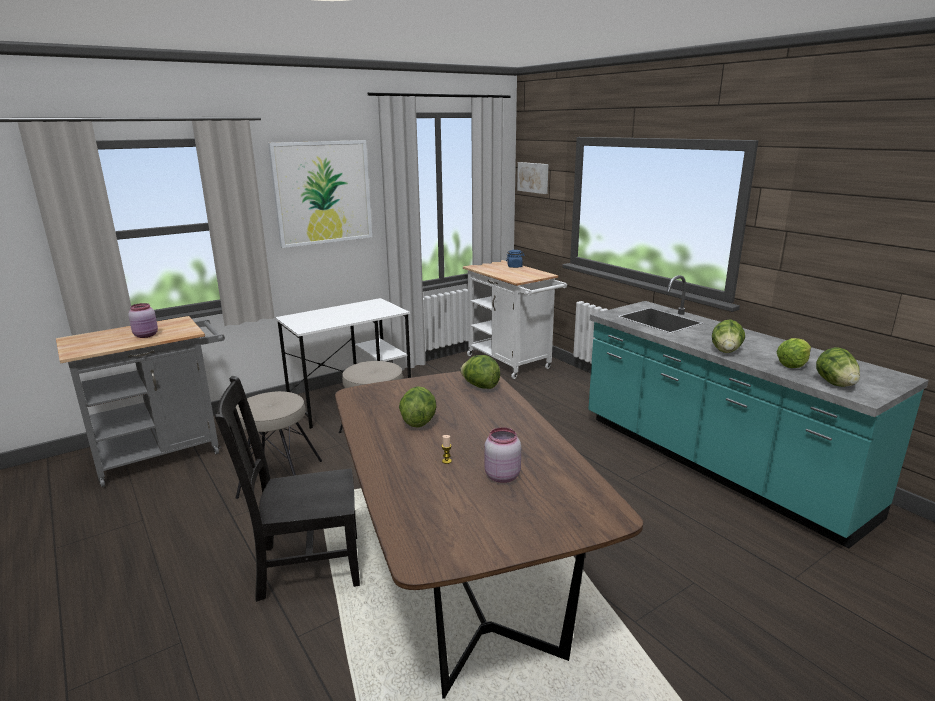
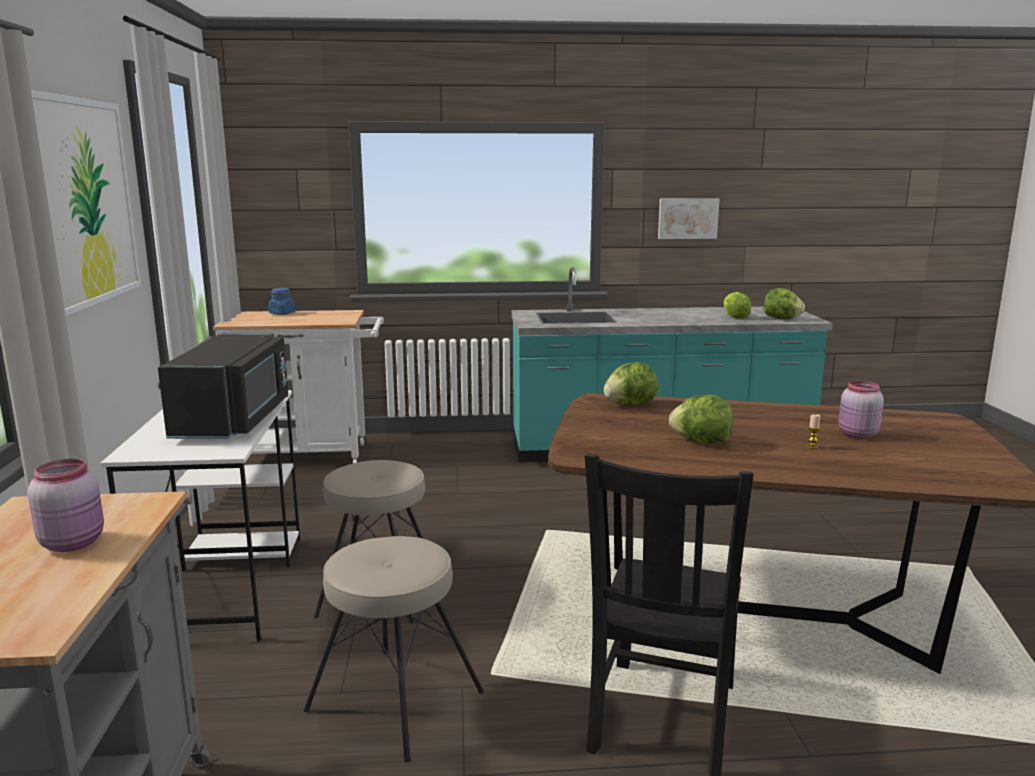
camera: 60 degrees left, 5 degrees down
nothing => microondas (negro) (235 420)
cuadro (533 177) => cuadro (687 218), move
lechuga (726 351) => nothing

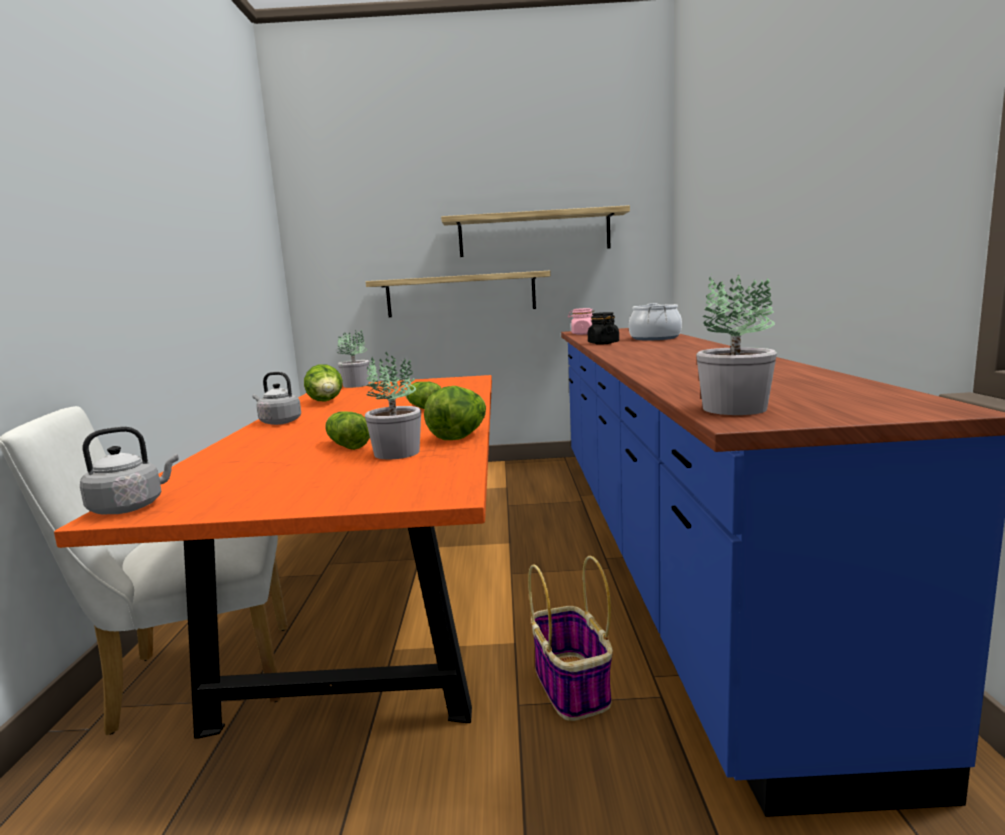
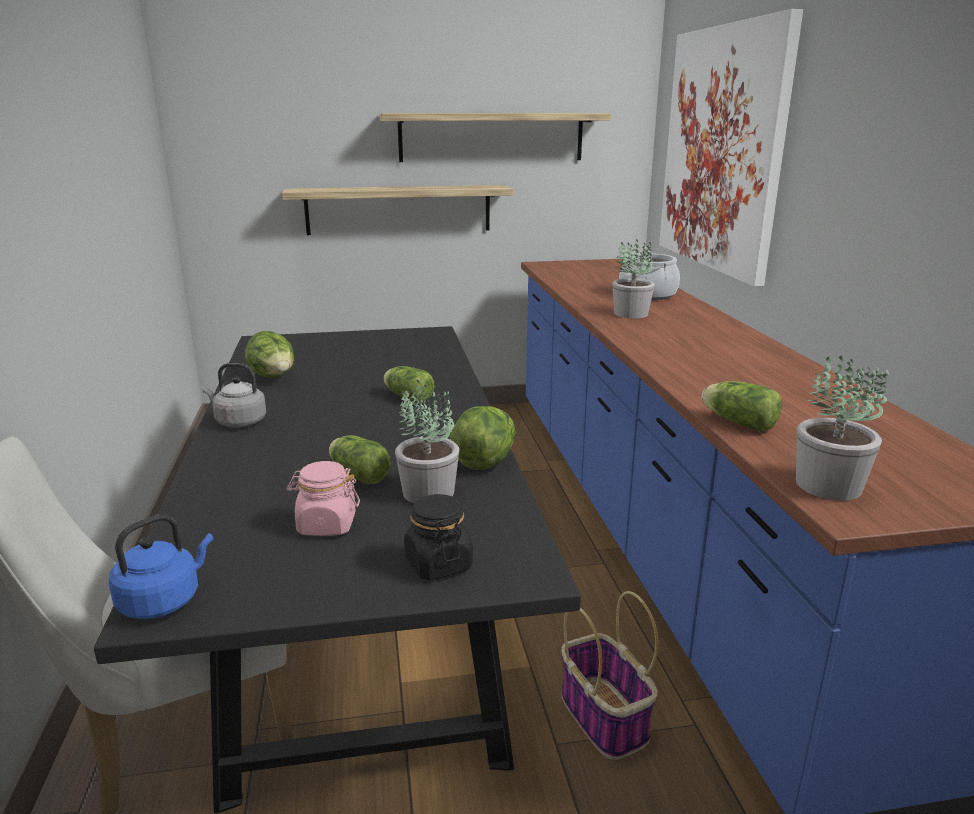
camera: 10 degrees left, 10 degrees up
mesa de comedor (naranja) (384 589) => mesa de comedor (negro) (362 600)
hervidor (gris) (131 507) => hervidor (azul) (164 600)
tarro (rosa) (582 334) => tarro (rosa) (326 525), move
tarro (negro) (603 343) => tarro (negro) (438 564), move
planta en maceta (356 385) => planta en maceta (631 313), move
nothing => cuadro (722 150)
nothing => lechuga (736 422)

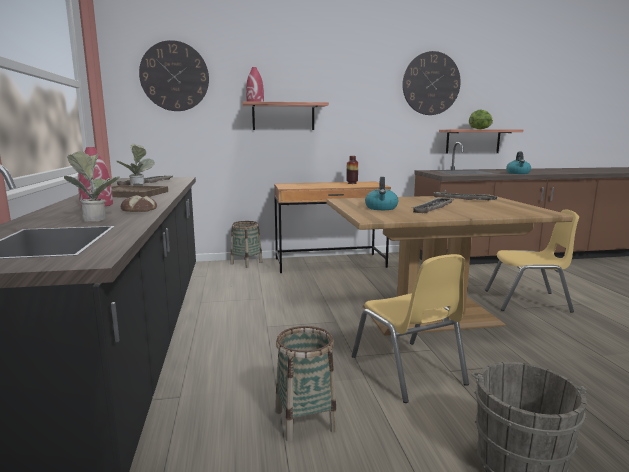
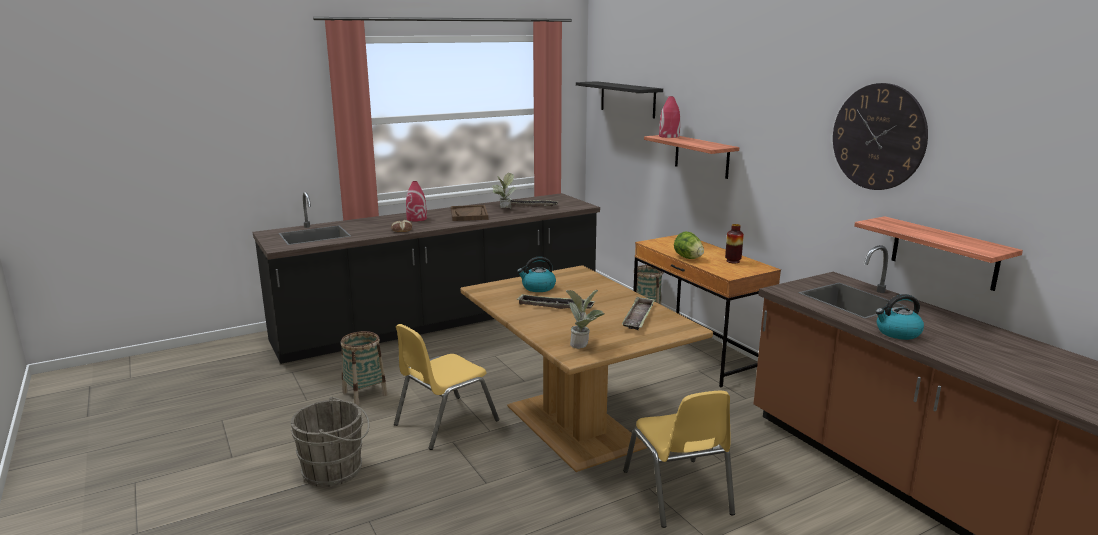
camera: 70 degrees right, 5 degrees up
planta en maceta (96 219) => planta en maceta (583 344), move
reloj de pared (174 76) => estante (negro) (627 99)
lechuga (480 129) => lechuga (688 258), move

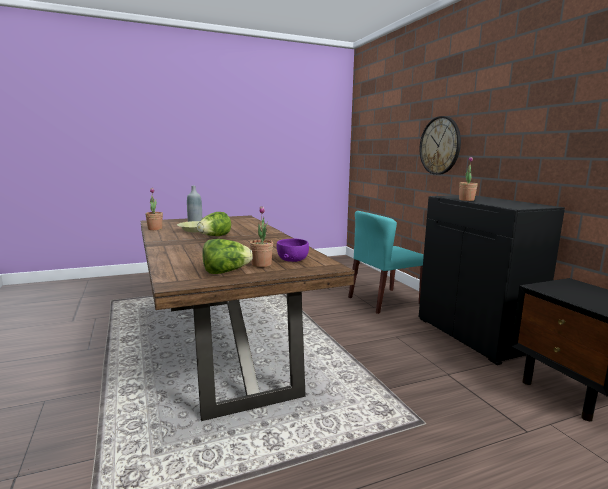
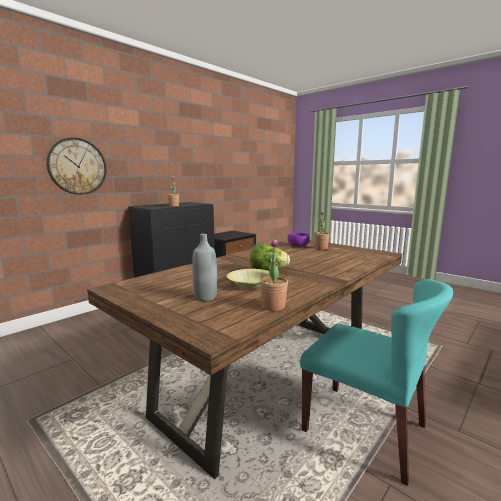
camera: 115 degrees left, 0 degrees up
silla (turquesa) (384 300) => silla (turquesa) (365 428), move
lechuga (225 272) => nothing

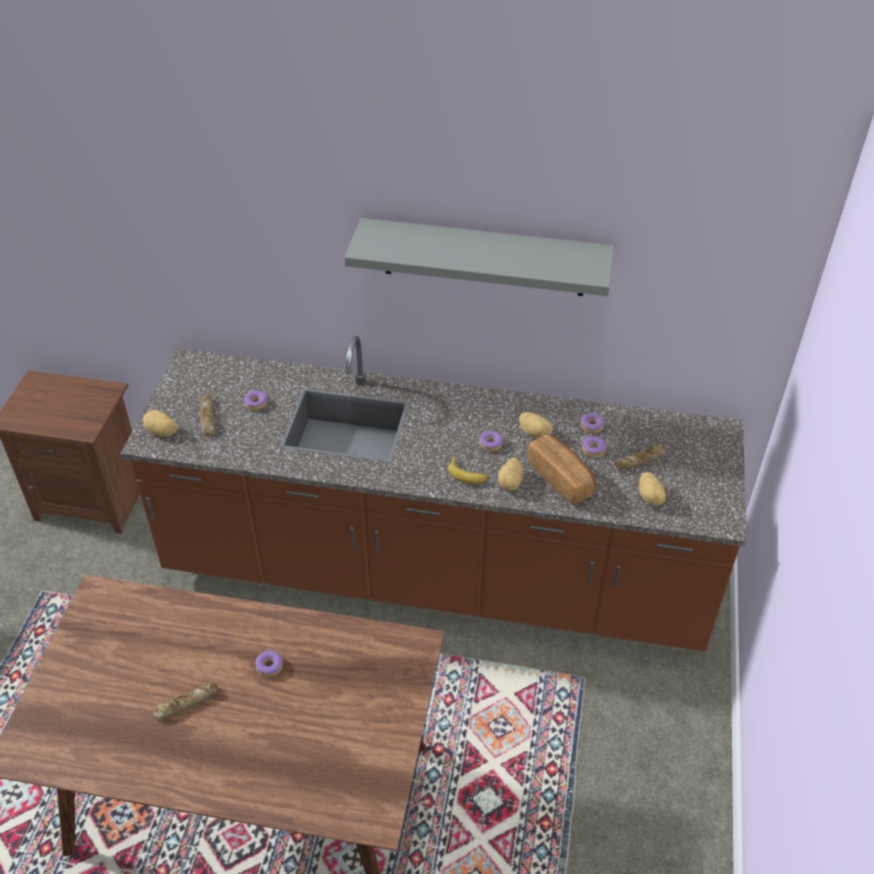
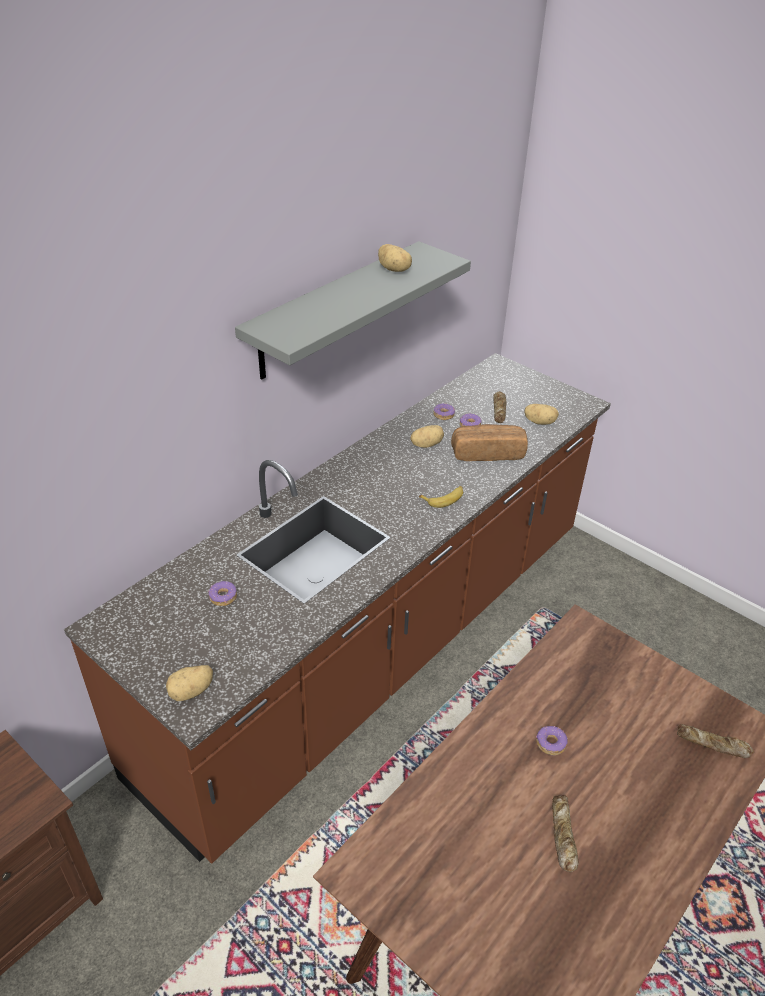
camera: 60 degrees left, 5 degrees down
patata (511 482) => patata (394 269), move
pan (207 418) => pan (713 745), move
rosquilla (490 444) => nothing

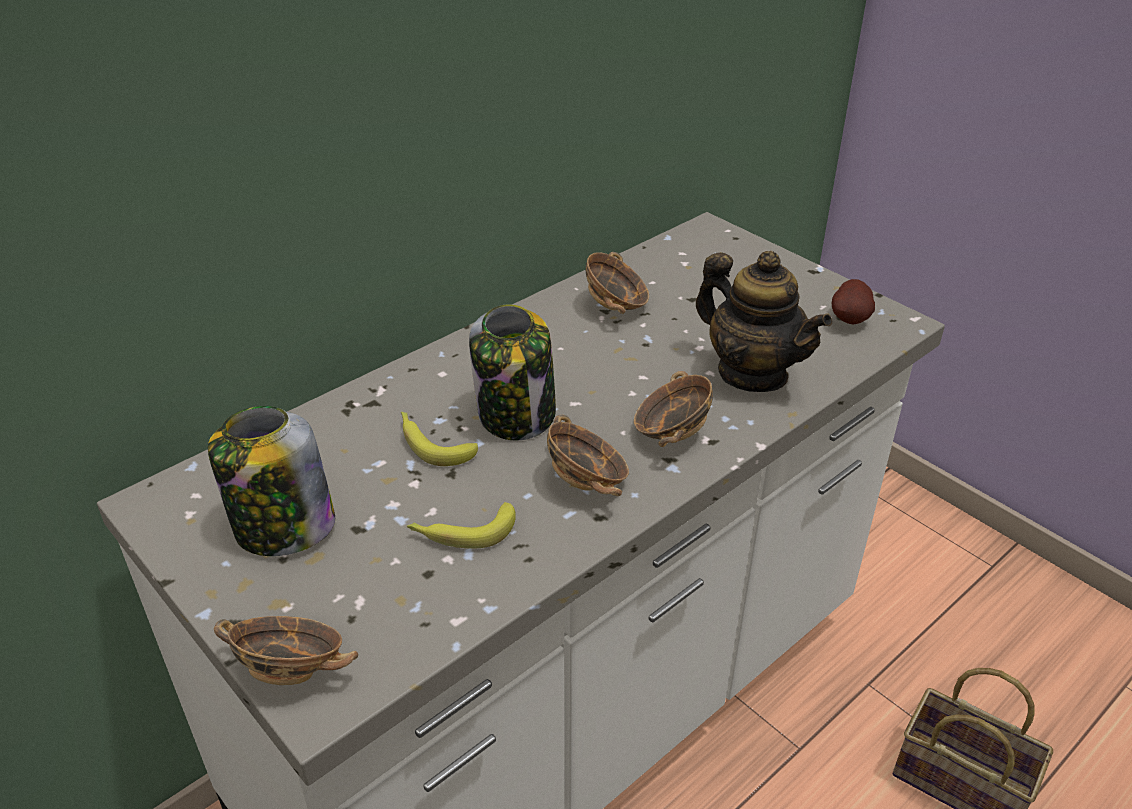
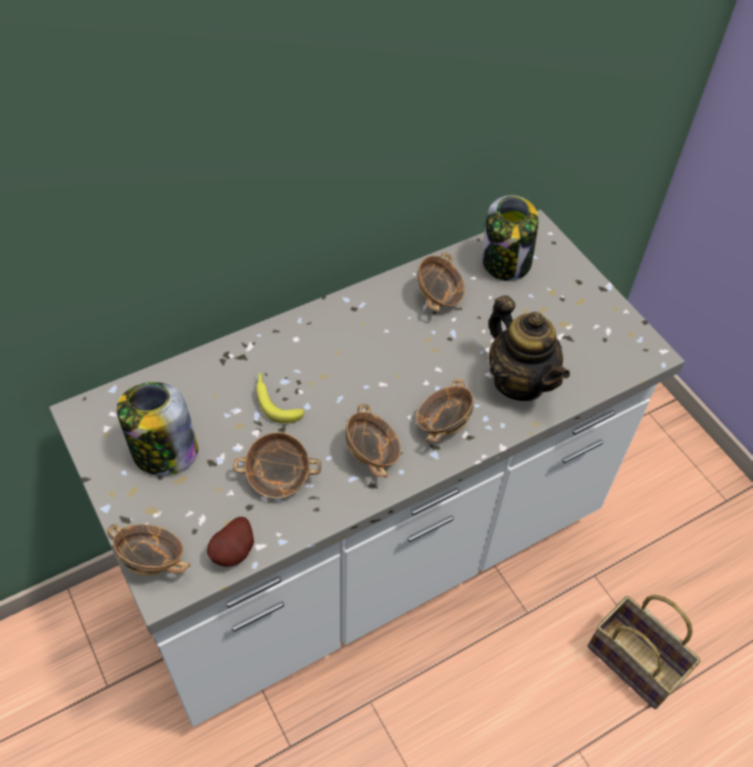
camera: 10 degrees right, 15 degrees up
patata (851 320) => patata (235 552), move
plátano (462 532) => cuenco (278 479)
tarro (517 414) => tarro (506 262), move

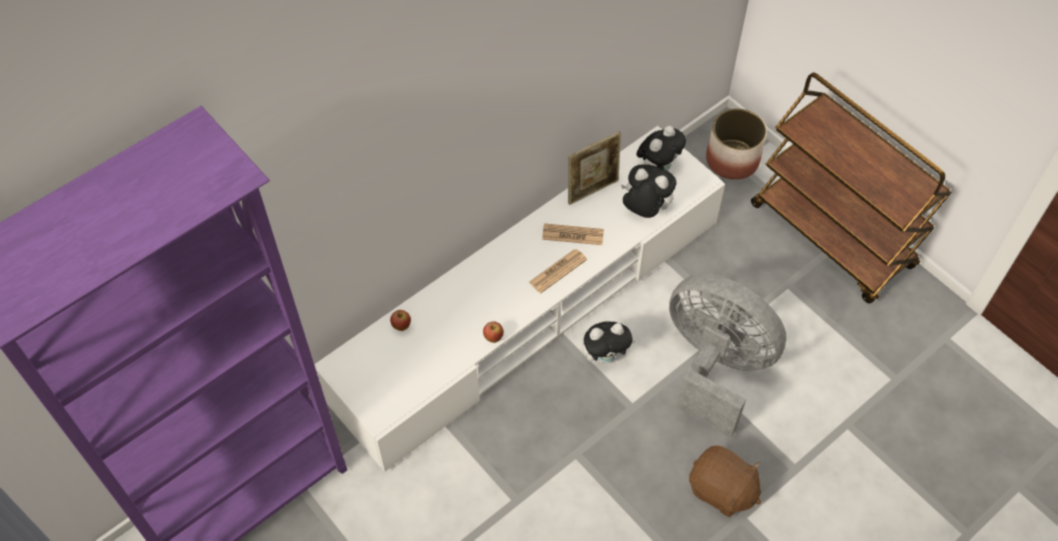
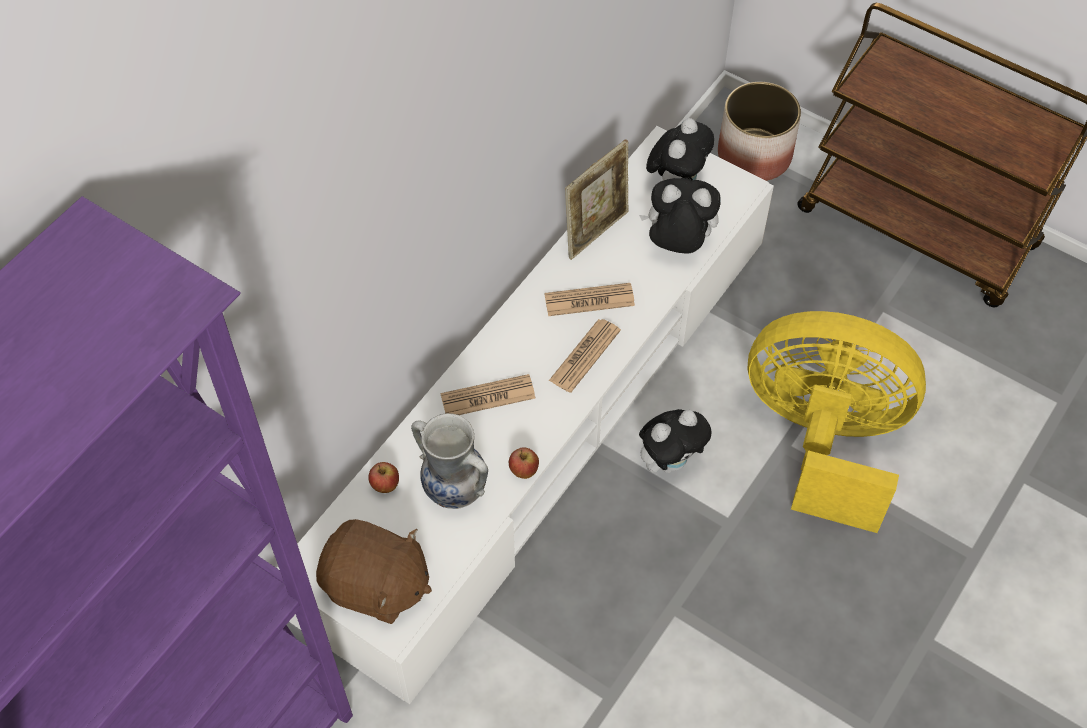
camera: 15 degrees left, 0 degrees up
peluche (marrón) (721 490) => peluche (marrón) (376 586), move
nothing => florero (454 491)
nothing => periódico (488 397)
ventilador (gris) (714 367) => ventilador (amarillo) (822 441)

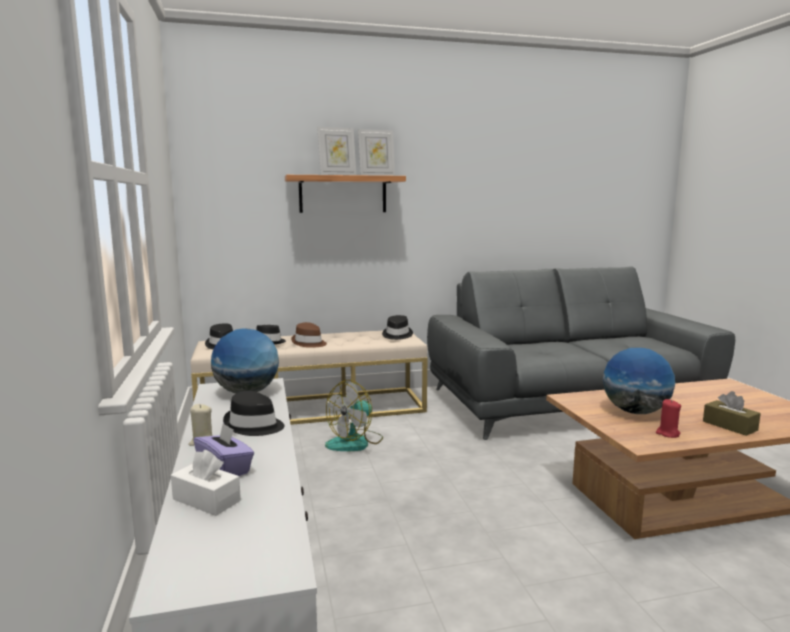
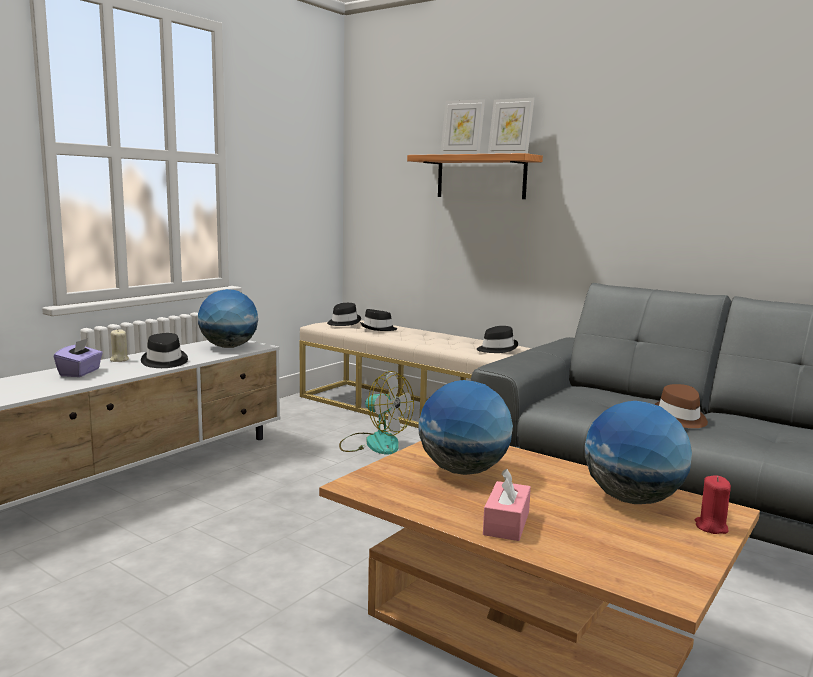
camera: 50 degrees right, 0 degrees up
ventilador (355 442) => ventilador (374 443), 150 degrees counterclockwise
caja de pañuelos (marrón) (729 426) => caja de pañuelos (rosa) (506 523)
nothing => globo terráqueo (632 499)
sombrero (marrón) (309 343) => sombrero (marrón) (679 418), move
vela (rojo) (667 433) => vela (rojo) (711 527), move
caja de pañuelos (blanco) (206 500) => nothing

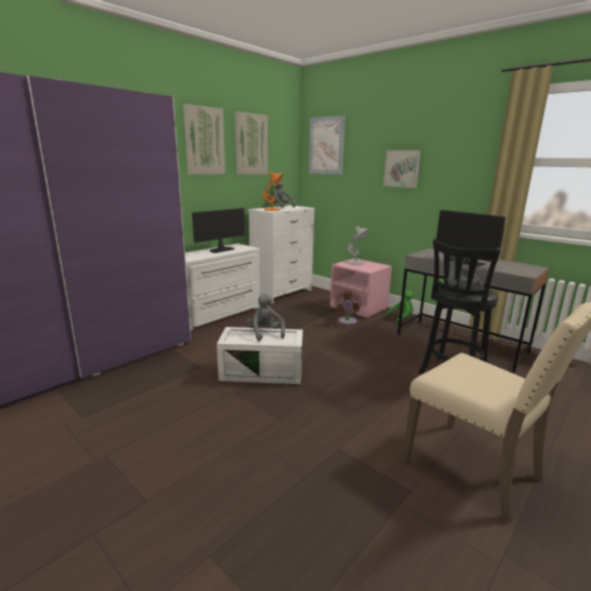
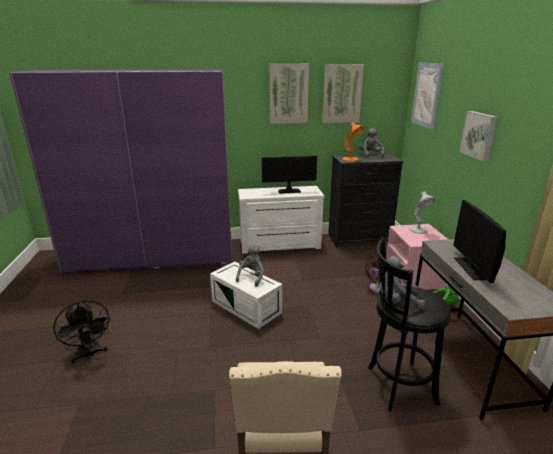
camera: 40 degrees right, 5 degrees up
nothing => ventilador (negro) (89 354)
cómoda (blanco) (282 293) => cómoda (negro) (359 239)

